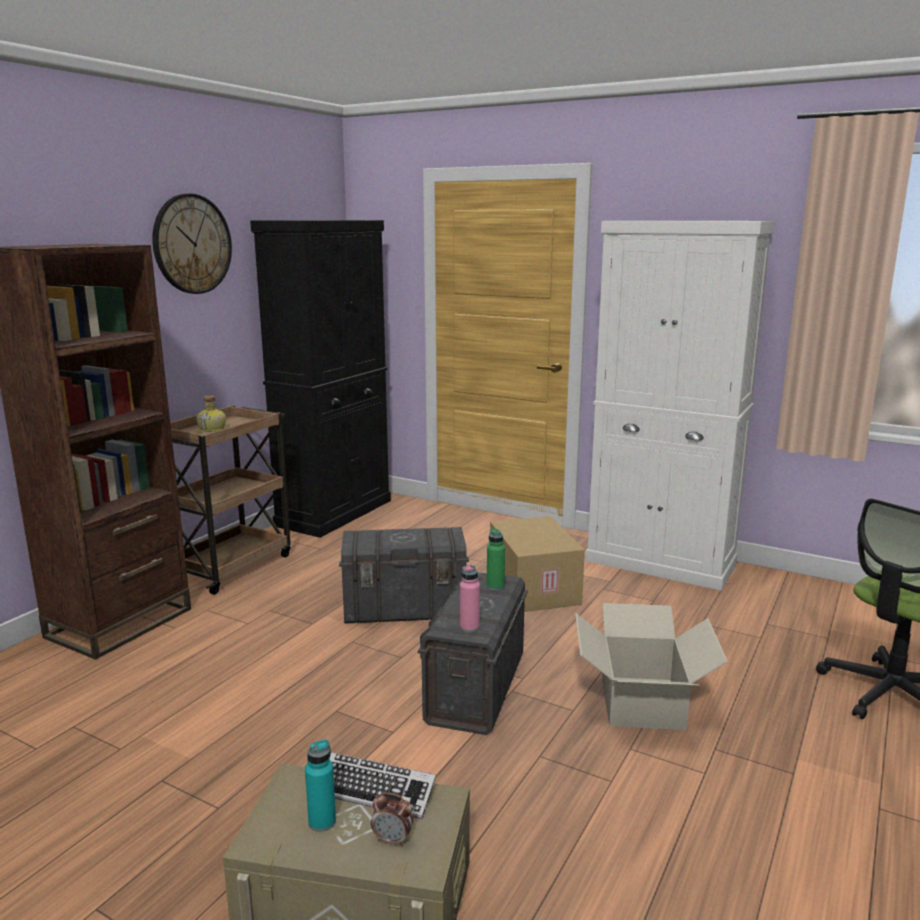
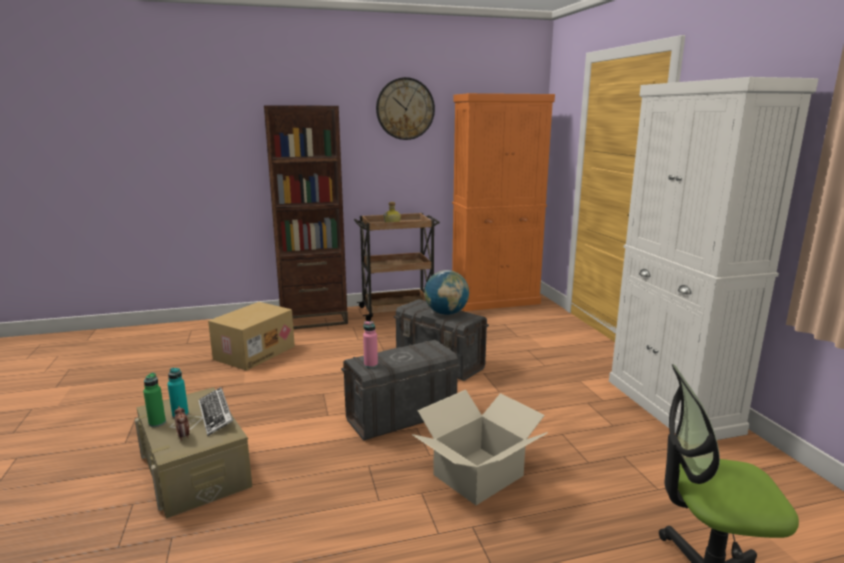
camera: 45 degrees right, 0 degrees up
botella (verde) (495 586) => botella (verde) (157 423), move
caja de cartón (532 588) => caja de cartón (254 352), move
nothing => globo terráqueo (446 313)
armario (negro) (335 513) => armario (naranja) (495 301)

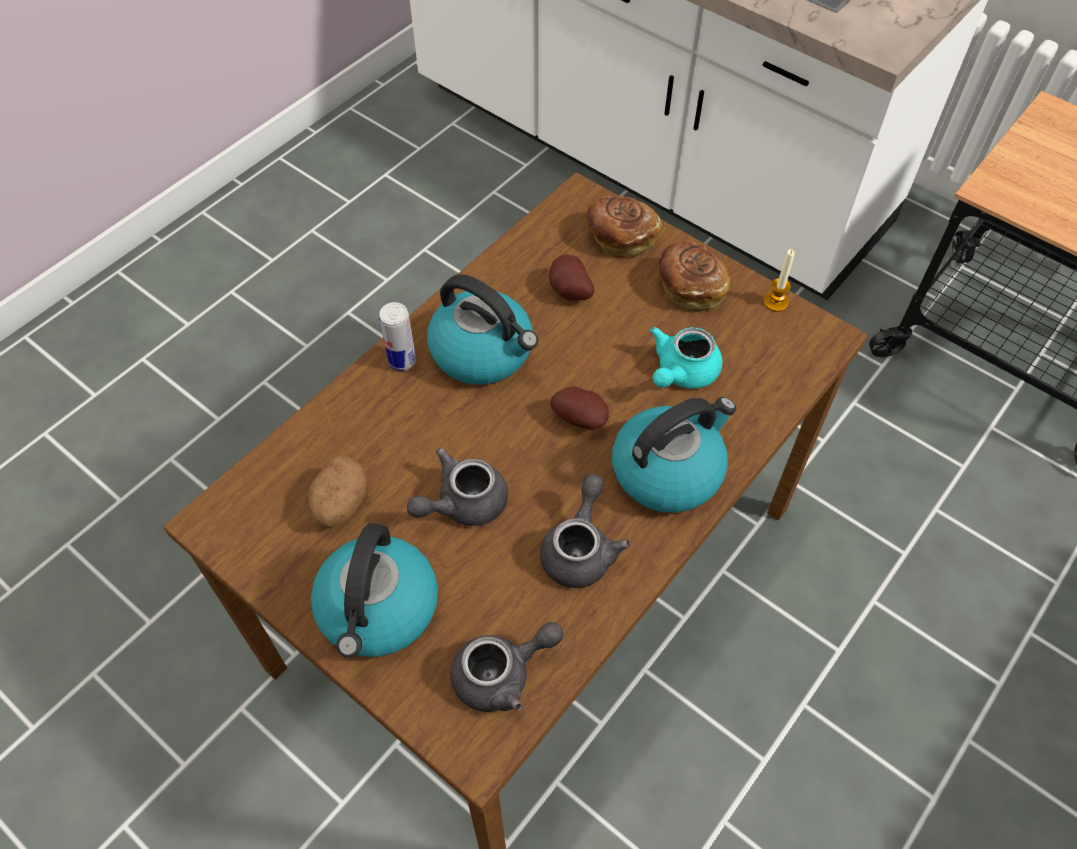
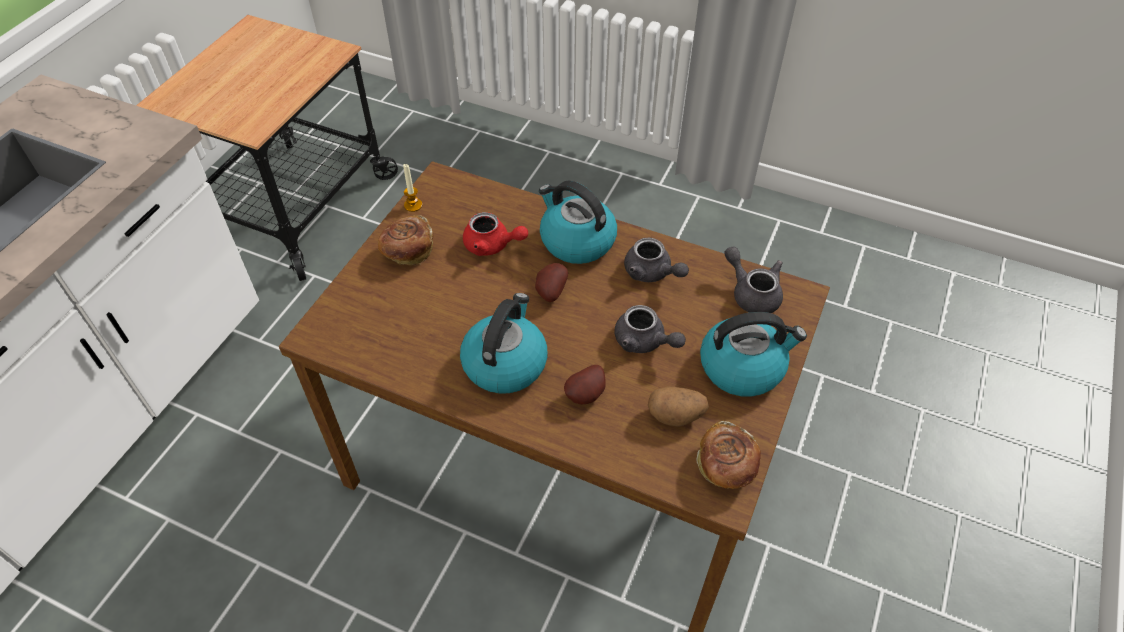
camera: 105 degrees left, 5 degrees down
tetera (turquesa) (681 373) => tetera (rojo) (492 245)
patata (568 292) => patata (587 395), move
tetera (gris) (581 548) => tetera (gris) (652 273), 135 degrees counterclockwise
pan (620 238) => pan (725 467), move
lata (402 361) => nothing

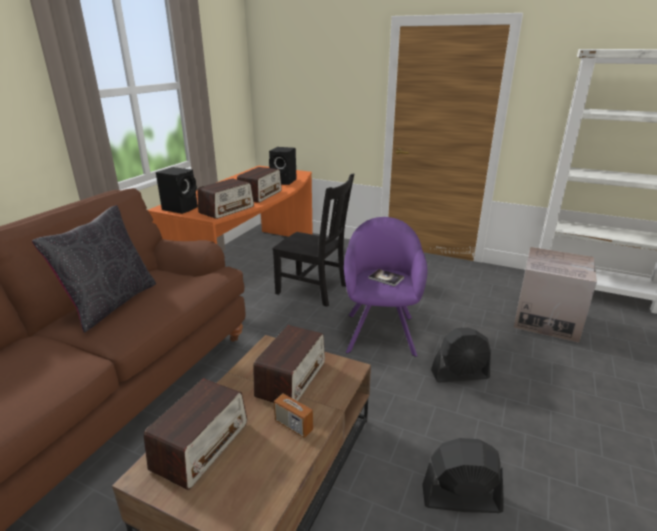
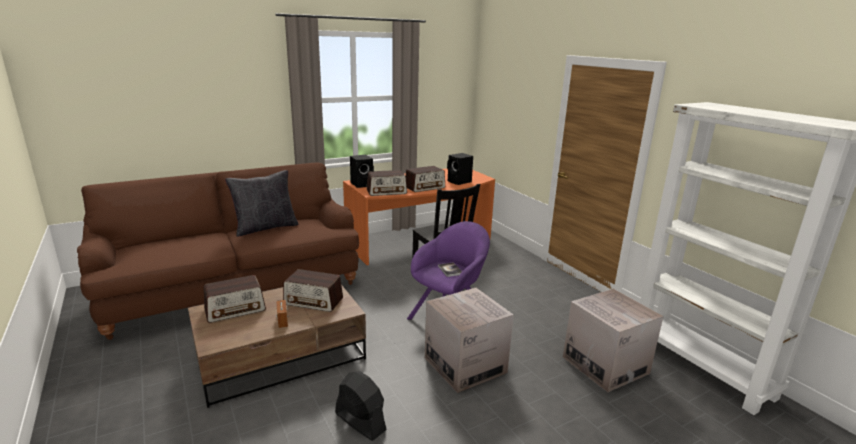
camera: 35 degrees right, 5 degrees down
radio (291 379) => radio (313 301), 45 degrees clockwise
ventilador (negro) (460 374) => caja de cartón (465 365)

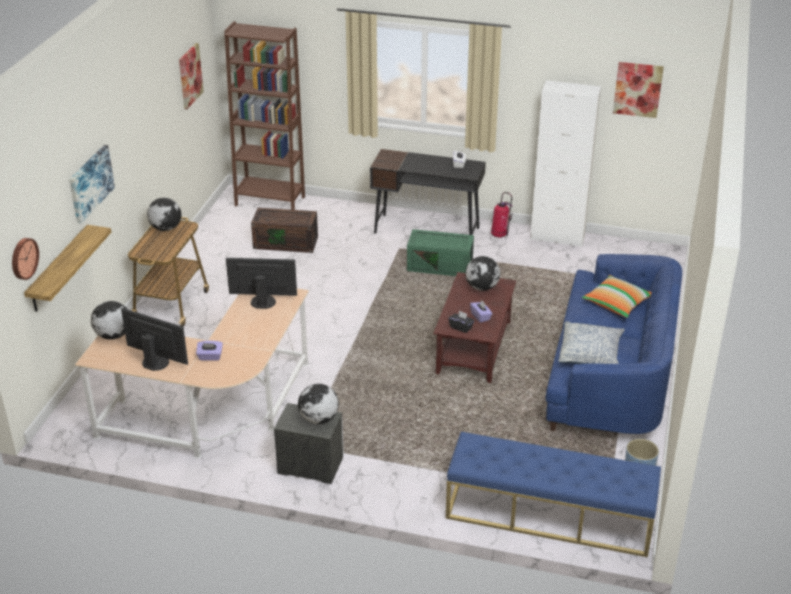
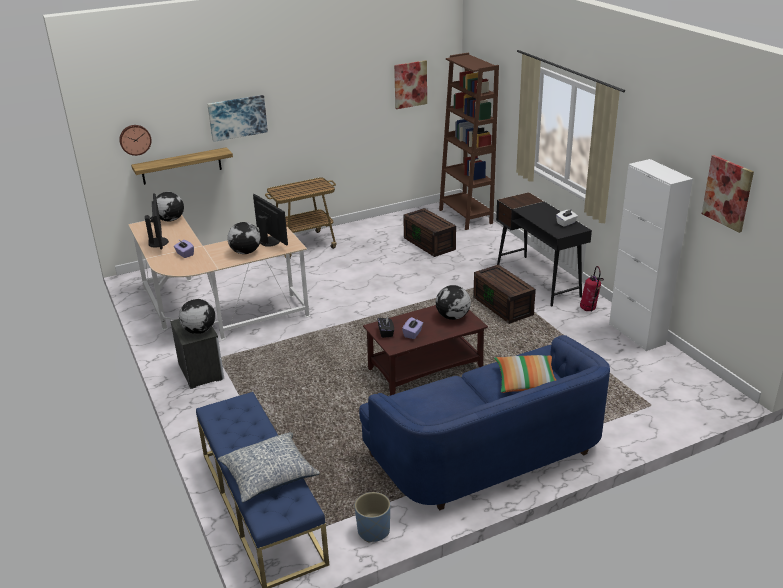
camera: 50 degrees right, 5 degrees down
cojín (590 354) => cojín (269 476), move
globo terráqueo (165 228) => globo terráqueo (246 252), move
caja de almacenaje (verde) (441 266) => caja de almacenaje (marrón) (504 306)

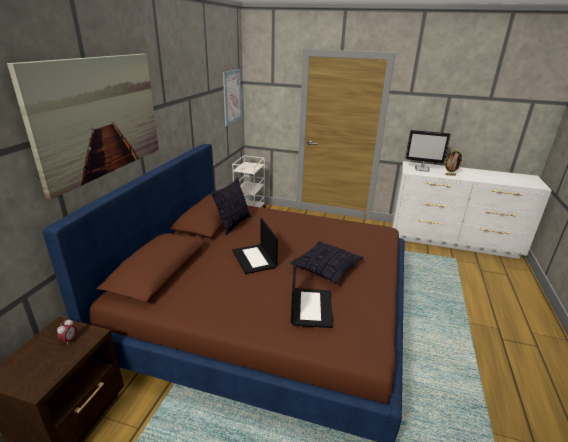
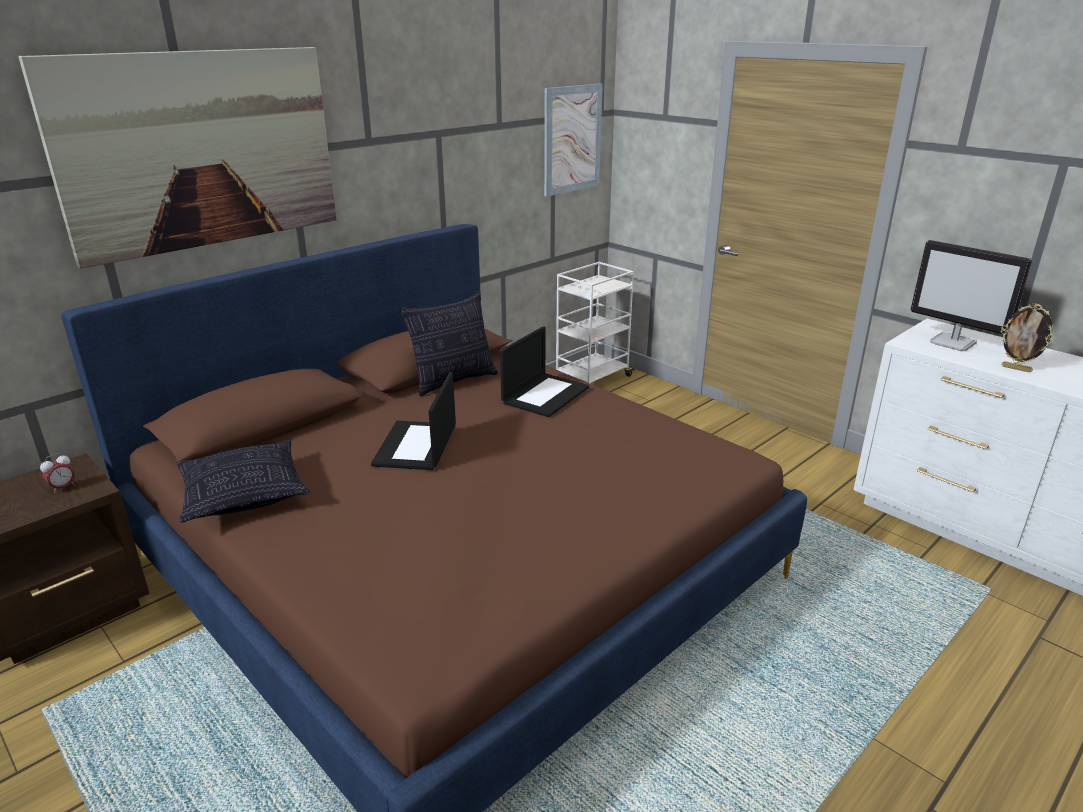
camera: 30 degrees right, 0 degrees up
cojín (326 268) => cojín (244 495), move
portátil (310 307) => portátil (545 394), move

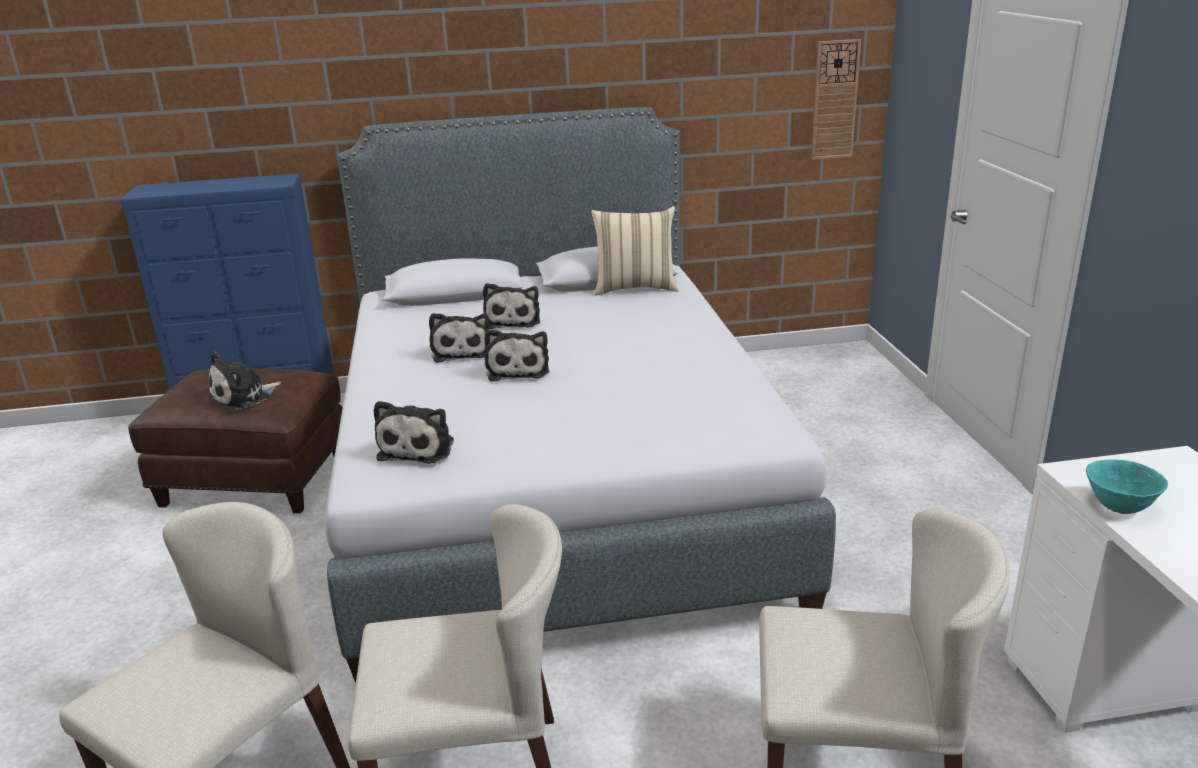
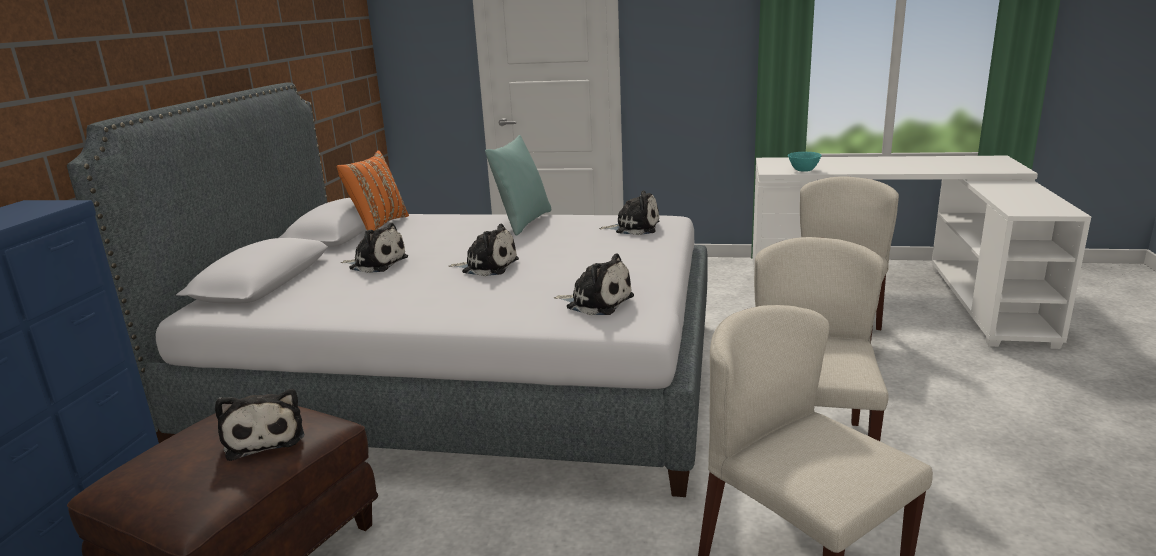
camera: 70 degrees left, 5 degrees down
cojín (beis) (635 288) => cojín (naranja) (378 225)
nothing => cojín (turquesa) (522 222)
peluche (461 351) => peluche (634 228), move
reloj de pared (834 100) => nothing

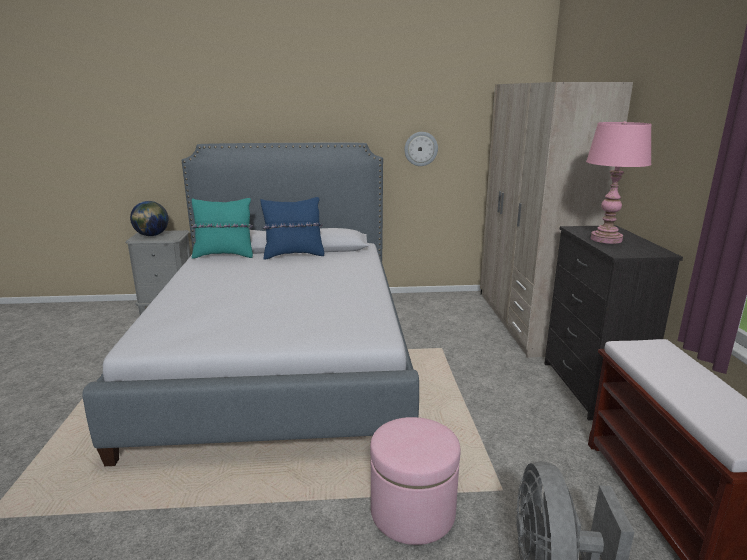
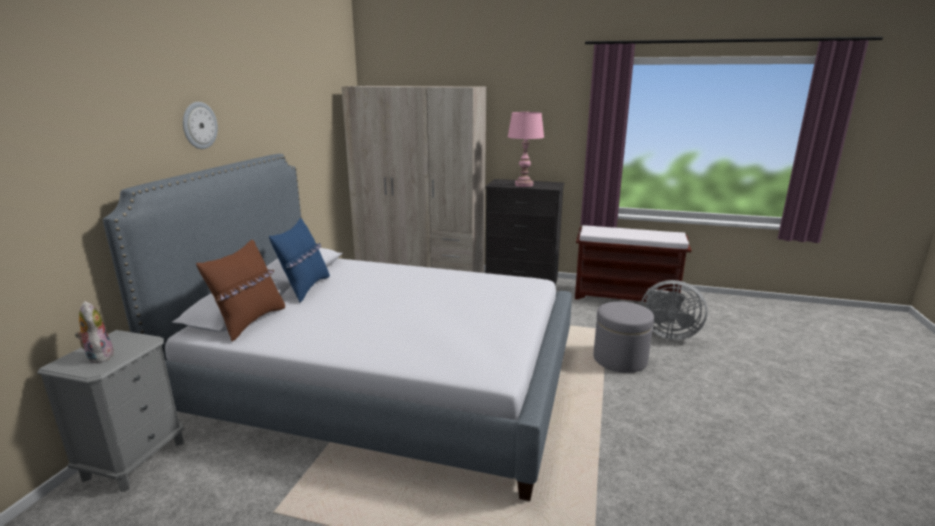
camera: 70 degrees left, 0 degrees up
globo terráqueo (152 235) => peluche (98 356)
reloj de pared (421 149) => reloj de pared (199 125), move
cojín (turquesa) (224 255) => cojín (marrón) (250 322)
puf (rosa) (412 512) => puf (gris) (620 359)

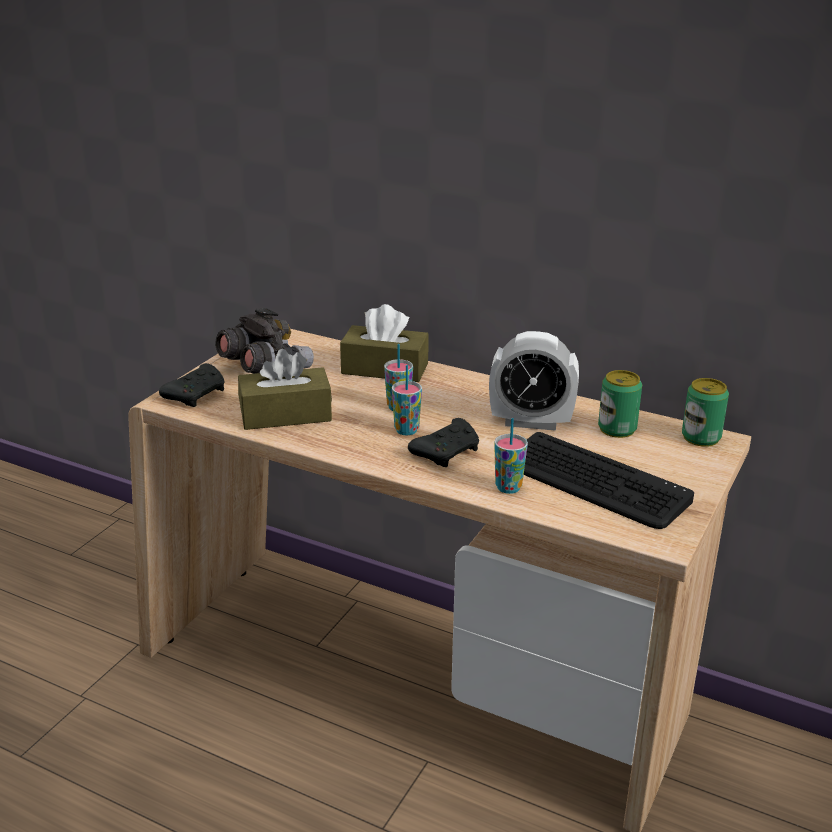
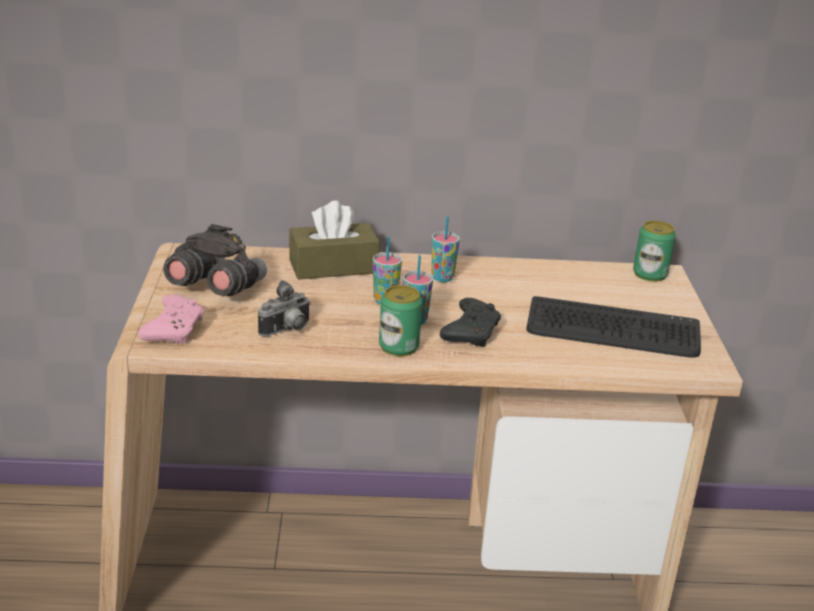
camera: 30 degrees left, 0 degrees up
mando de consola (negro) (197 394) => mando de consola (rosa) (174 330)
caja de pañuelos (marrón) (285 414) => cámara (287 330)
lata (617 429) => lata (398 346), move
taza (508 487) => taza (442 278), move
despertador (531 422) => nothing

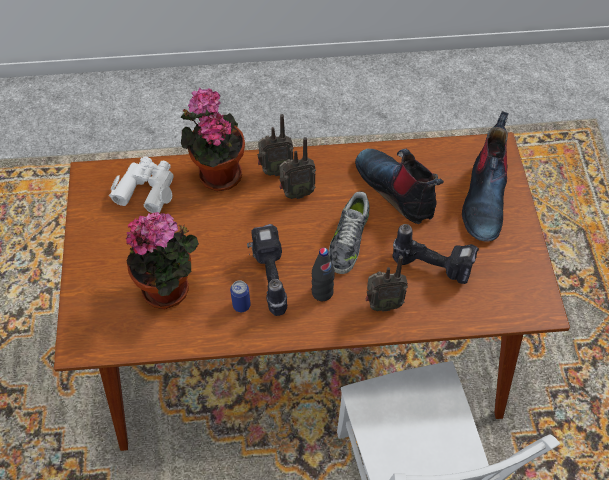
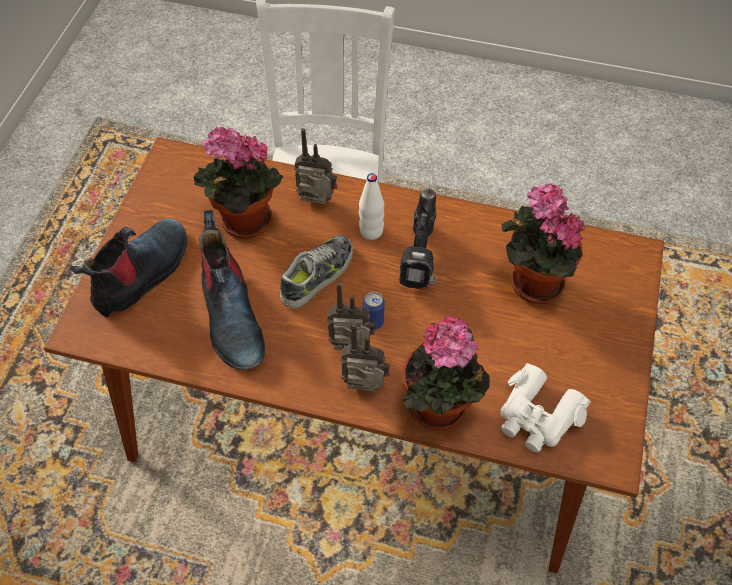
camera: 160 degrees left, 0 degrees up
taladro (434 265) => planta en maceta (243 223)
botella (negro) (322 292) => botella (blanco) (371 231)
lata (241 305) => lata (373 322), move

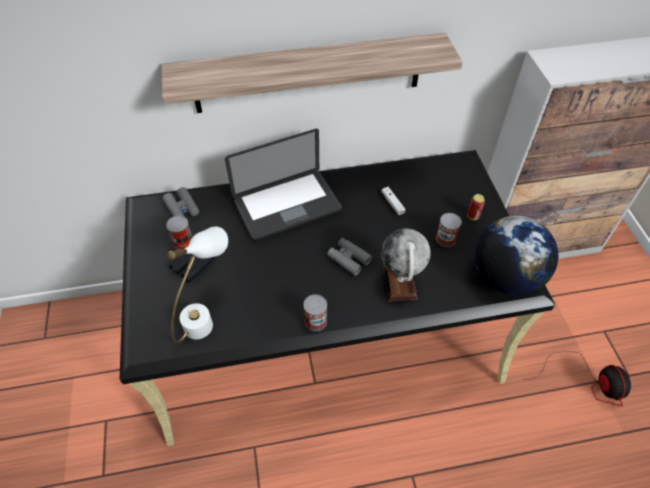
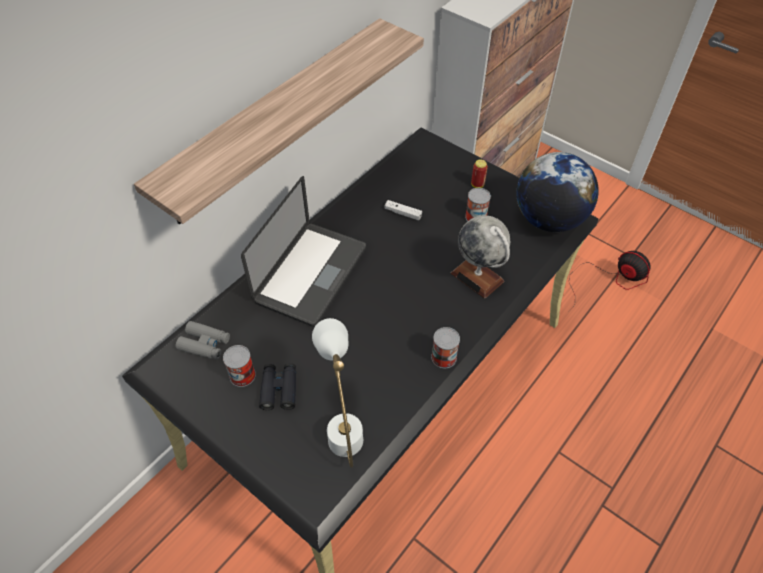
camera: 40 degrees left, 0 degrees up
prismáticos (gris) (348 259) => nothing

